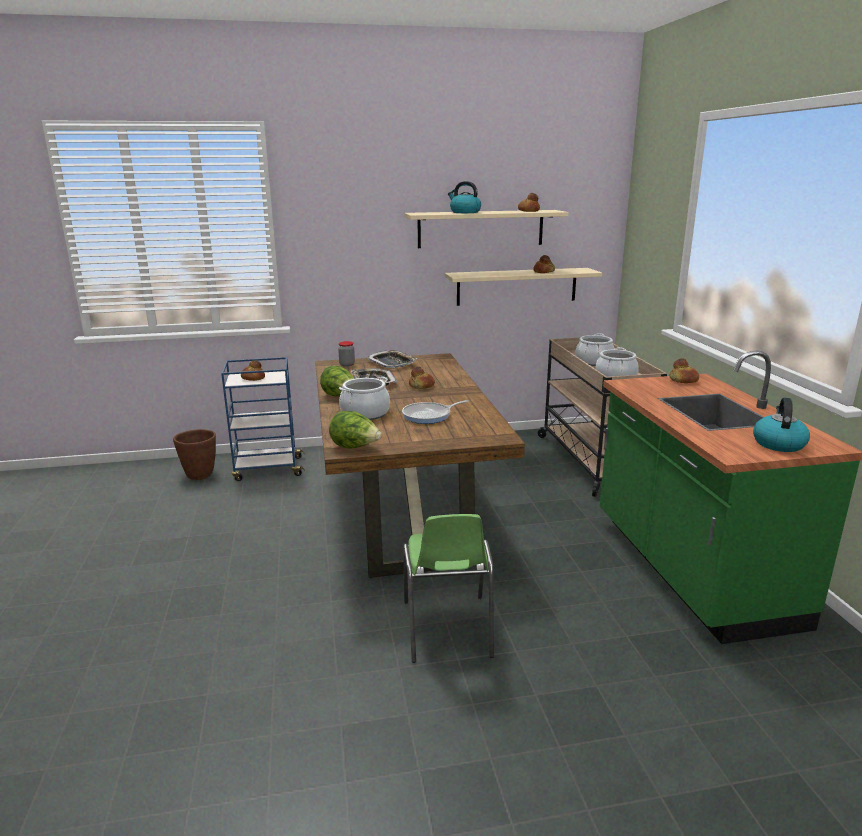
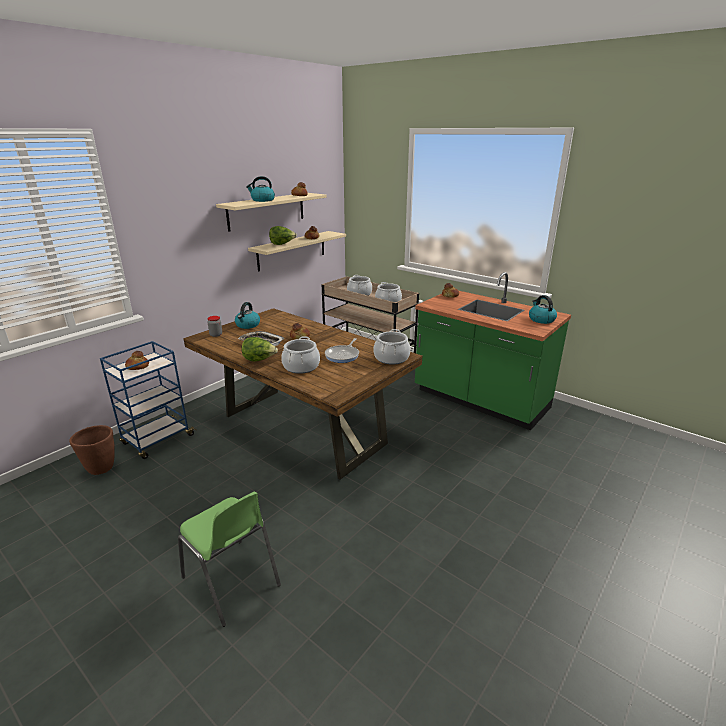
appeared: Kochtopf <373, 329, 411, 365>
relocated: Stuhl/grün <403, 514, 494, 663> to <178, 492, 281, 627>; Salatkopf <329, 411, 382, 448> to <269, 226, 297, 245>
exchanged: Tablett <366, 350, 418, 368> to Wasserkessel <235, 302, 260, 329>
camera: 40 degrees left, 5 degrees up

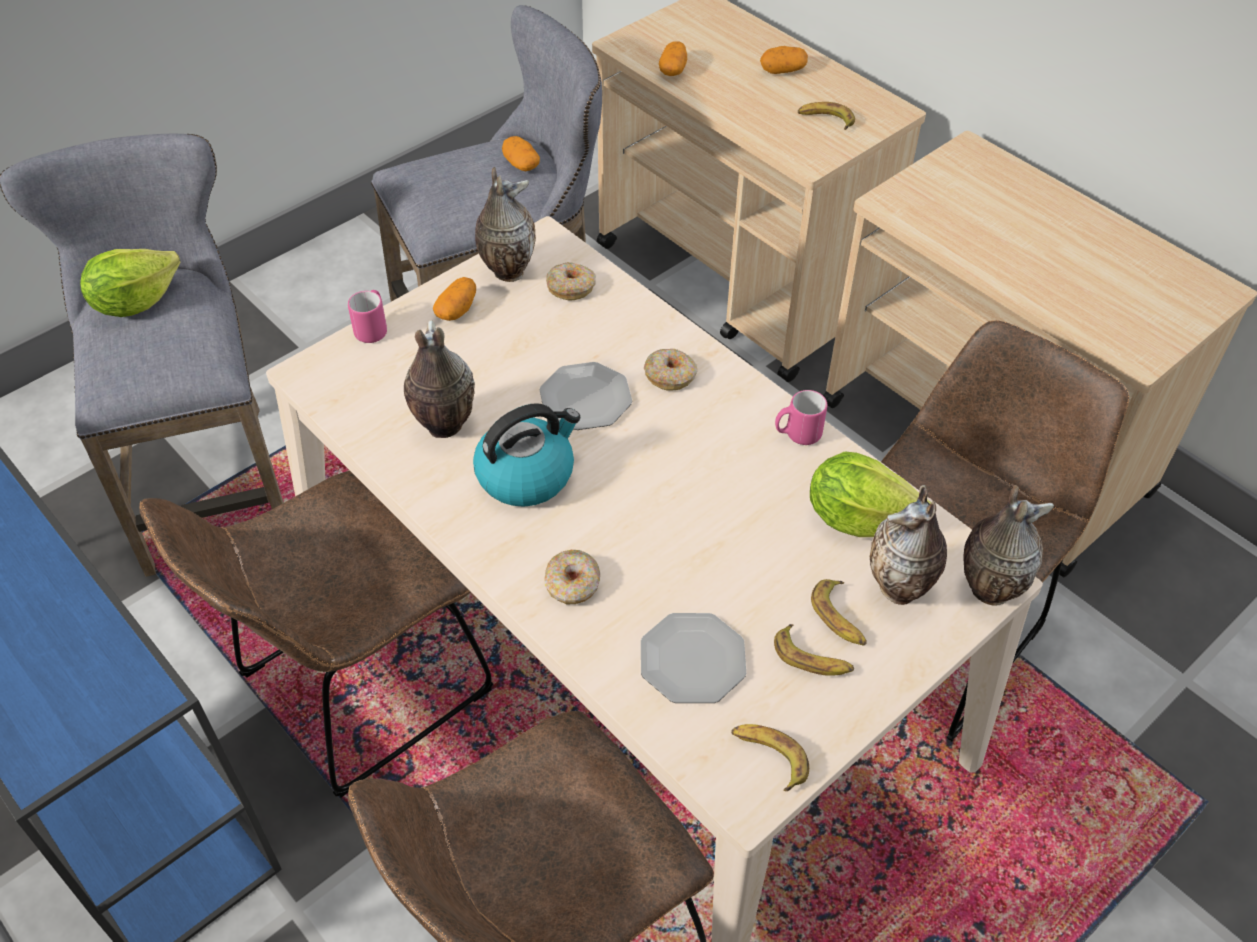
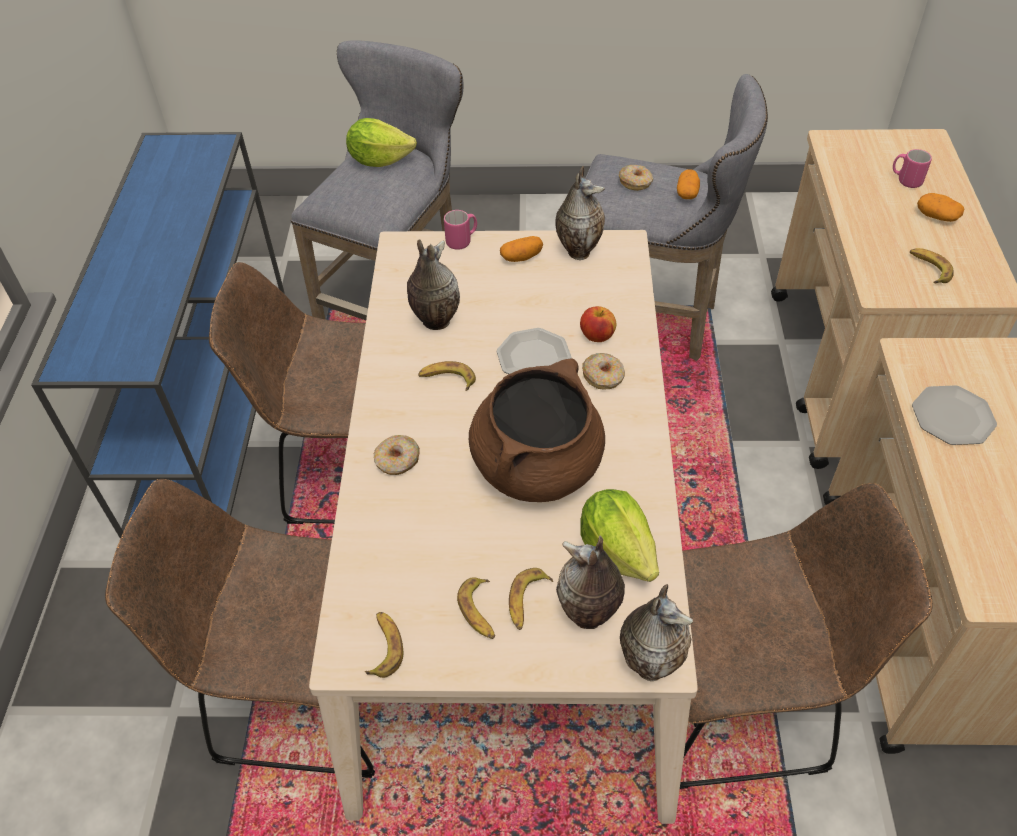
missing: Kartoffel <659, 42, 687, 76>
appeared: Kochtopf/braun <469, 358, 605, 502>; Apfel <580, 306, 616, 342>
relocated: Donut <546, 262, 596, 300> to <619, 165, 653, 191>; Henkelbecher/rosa <775, 390, 827, 445> to <893, 149, 932, 188>; Teller <641, 613, 746, 703> to <912, 385, 997, 445>
exchanged: Wasserkessel <473, 403, 580, 507> to Banane <418, 361, 476, 391>
camera: 45 degrees right, 0 degrees up

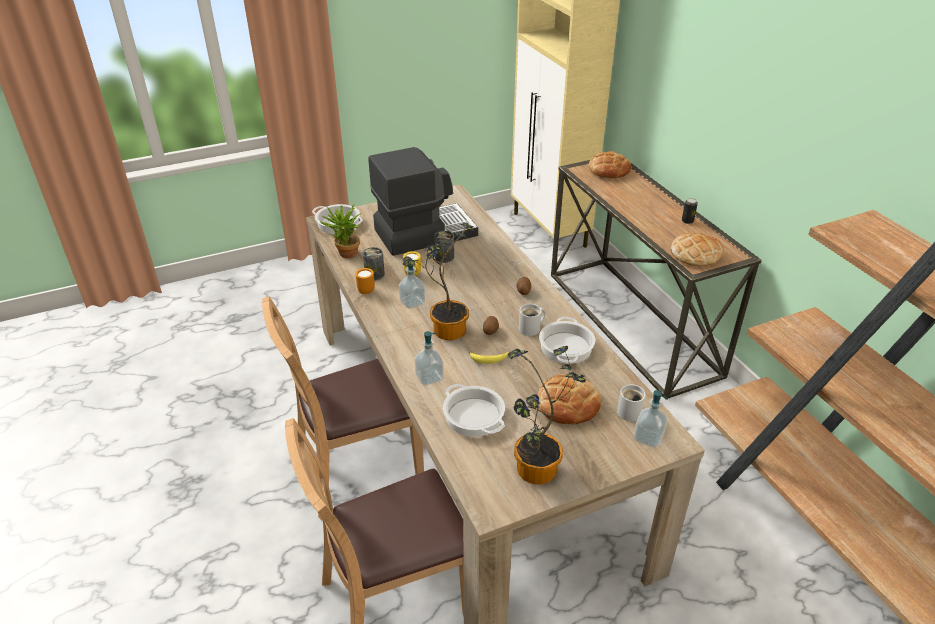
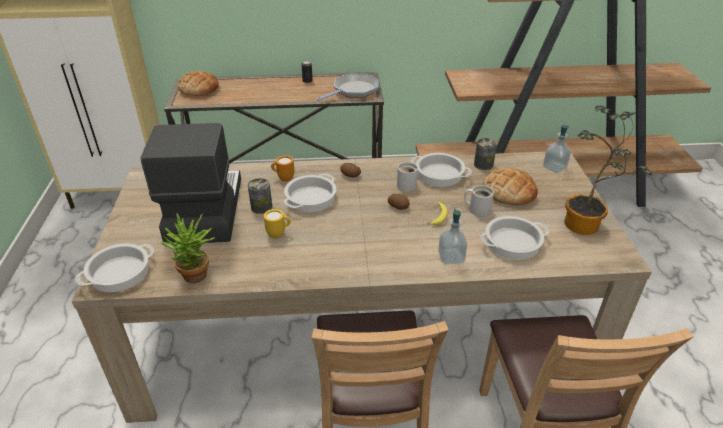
missing: Seifenspender <399, 259, 425, 309>; Topfpflanze <403, 223, 474, 340>
appeared: Kochtopf <284, 173, 336, 212>
relocated: Henkelbecher/orange <355, 268, 375, 294> to <271, 155, 294, 181>; Henkelbecher/weiß <617, 384, 646, 421> to <464, 185, 494, 217>; Dose <363, 247, 385, 281> to <474, 138, 497, 170>
exchanged: Brot <670, 233, 724, 266> to Pfanne <317, 74, 378, 101>
camera: 70 degrees left, 0 degrees up

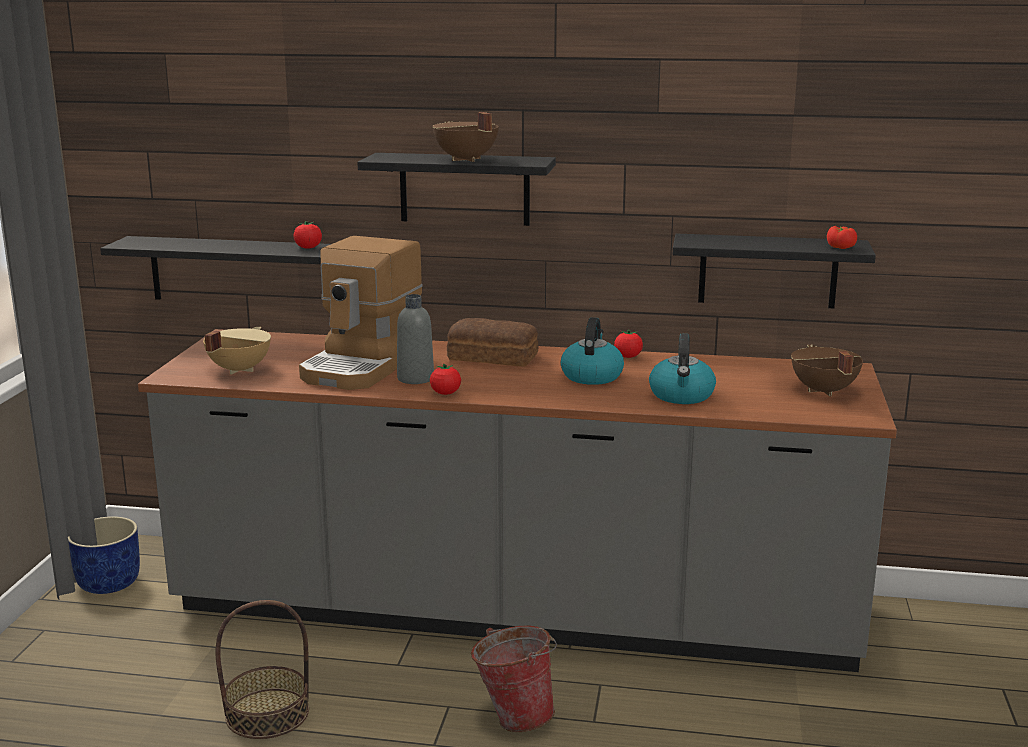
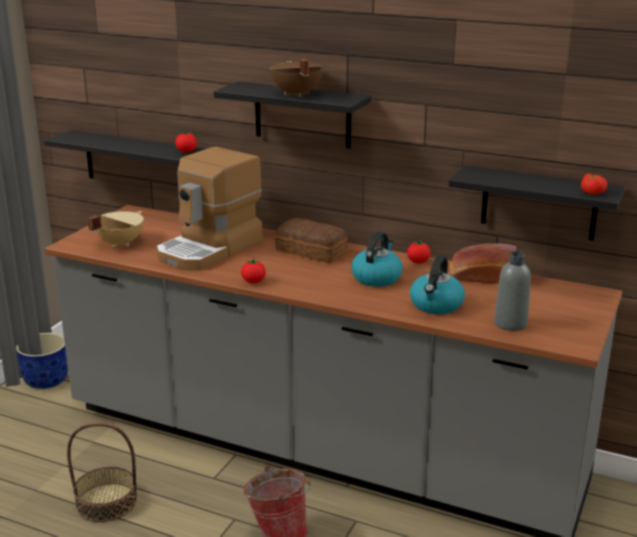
missing: Kochtopf/braun <791, 344, 863, 397>
appeared: Brot <450, 243, 517, 284>
relocated: Flasche/grau <397, 294, 434, 384> to <494, 251, 531, 331>
camera: 15 degrees right, 5 degrees up

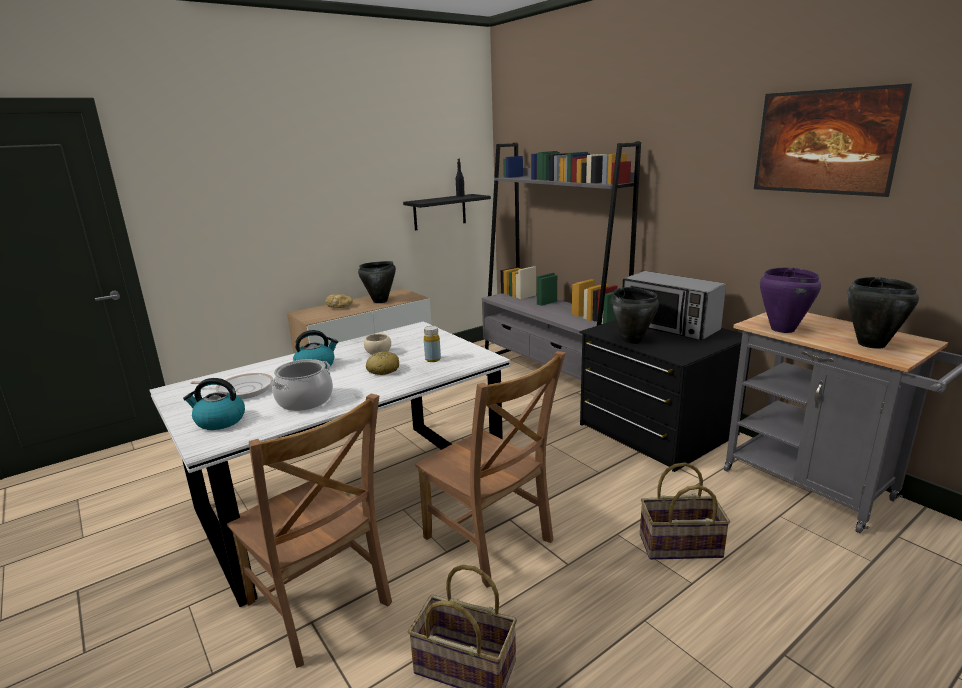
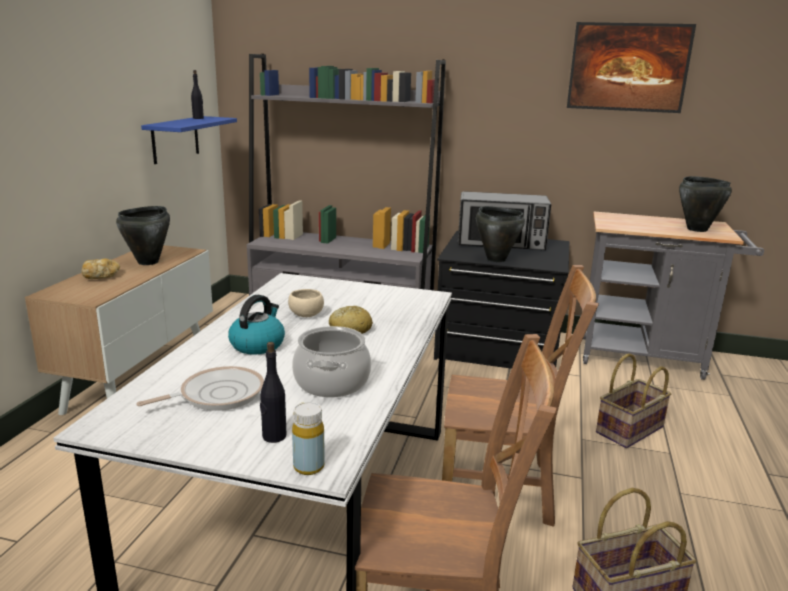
missing: Kochtopf/lila <760, 267, 821, 333>
relocated: Flasche/gelb <424, 326, 441, 362> to <292, 402, 325, 475>
exchanged: Wasserkessel <183, 378, 245, 430> to Flasche/schwarz <260, 342, 286, 443>
colour: Wandregal/schwarz <403, 194, 491, 231> to Wandregal/blau <141, 116, 237, 164>
camera: 40 degrees left, 0 degrees up

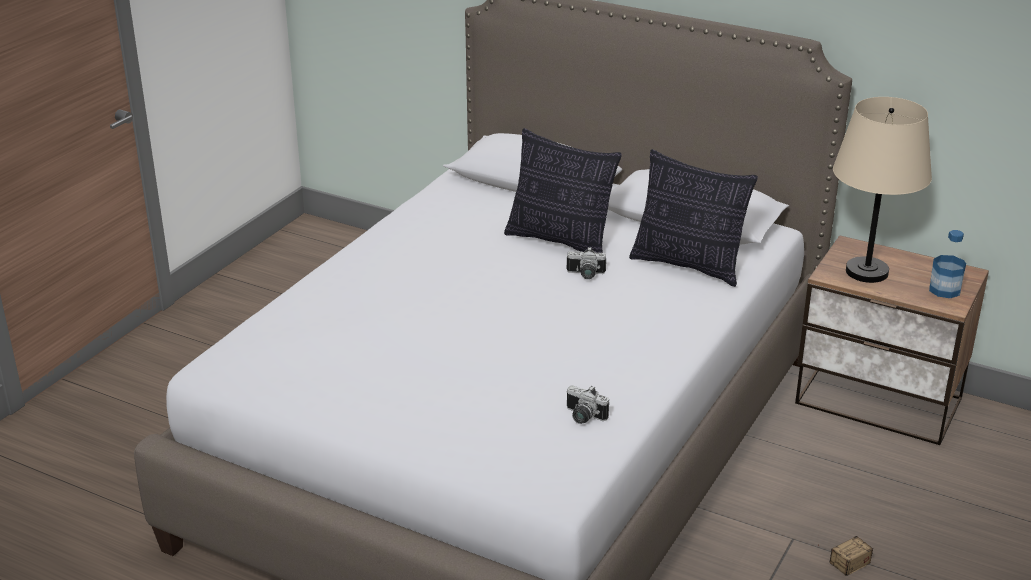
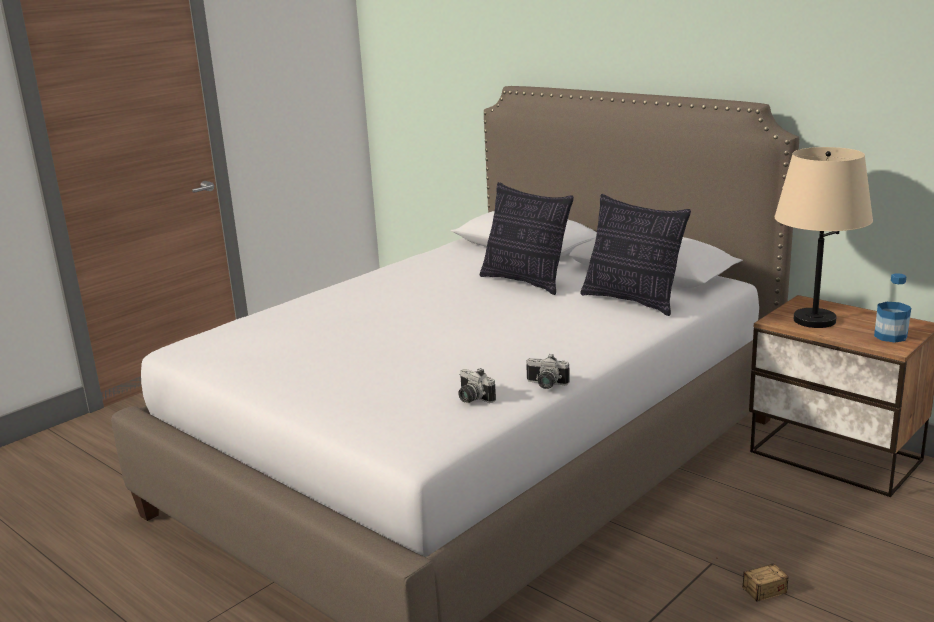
relocated: Kamera <567, 247, 606, 279> to <526, 354, 570, 389>
camera: 15 degrees right, 10 degrees down

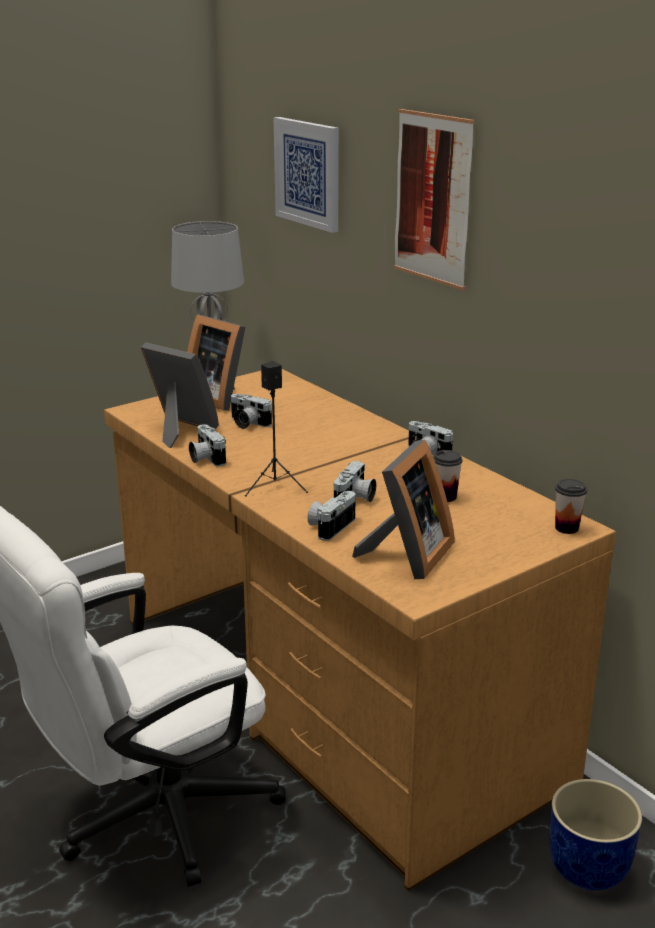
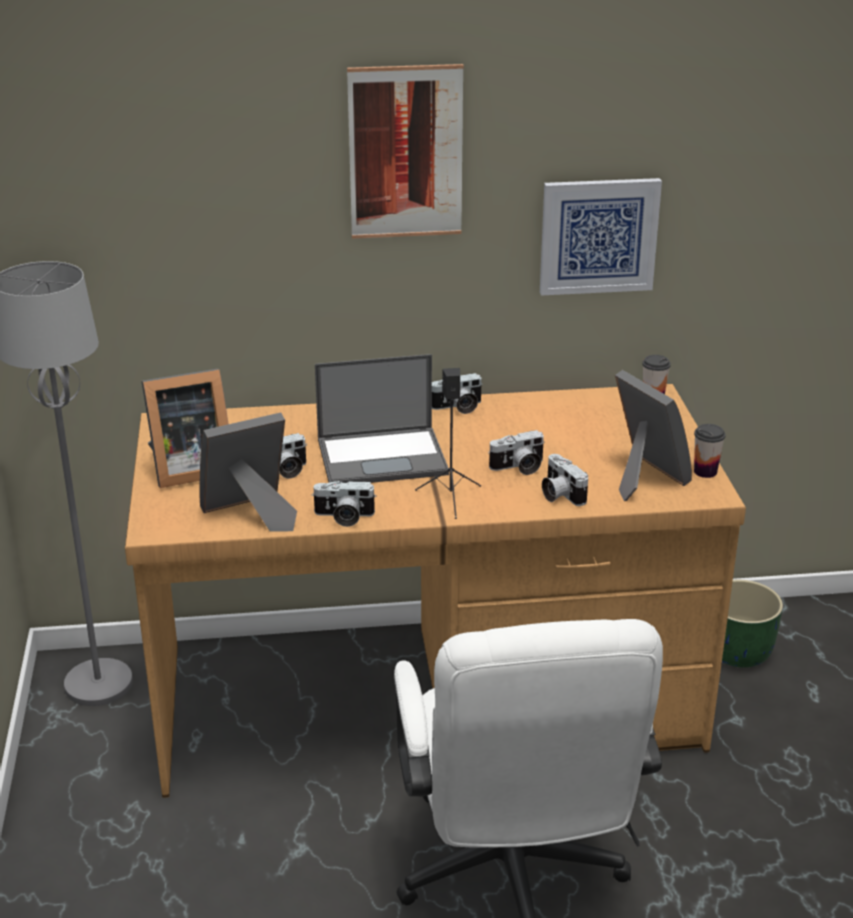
appeared: Laptop <315, 354, 449, 483>
relocated: Bild <274, 117, 339, 233> to <540, 178, 662, 295>; Tasse <433, 450, 462, 502> to <694, 424, 726, 478>
colour: Pflanzkübel/blau <549, 779, 642, 890> to Pflanzkübel/grün <722, 580, 783, 668>
spun: Kamera <334, 461, 376, 502> = <488, 430, 544, 475> 105 degrees clockwise
camera: 60 degrees left, 5 degrees up

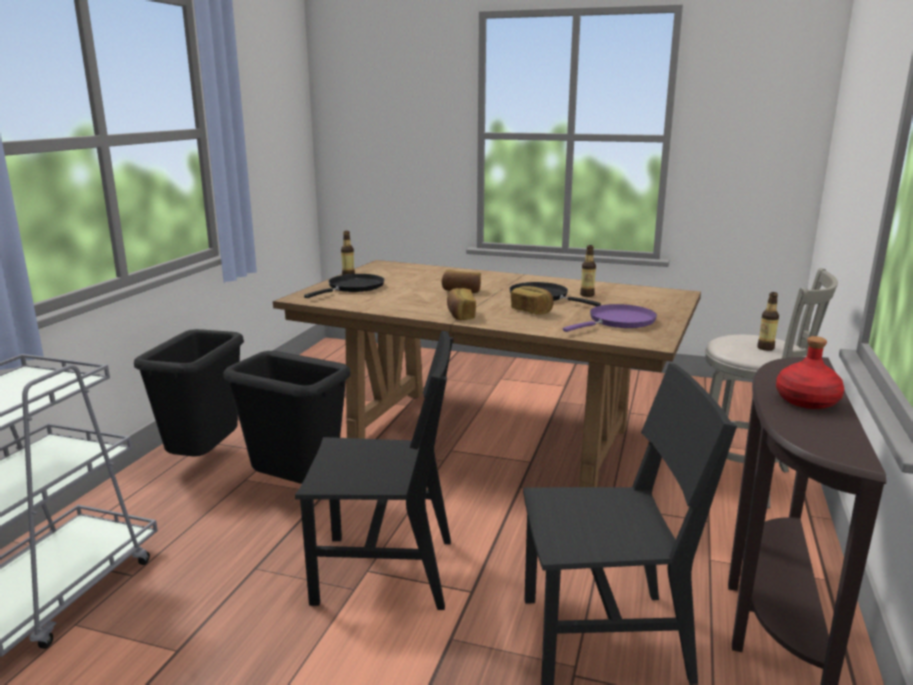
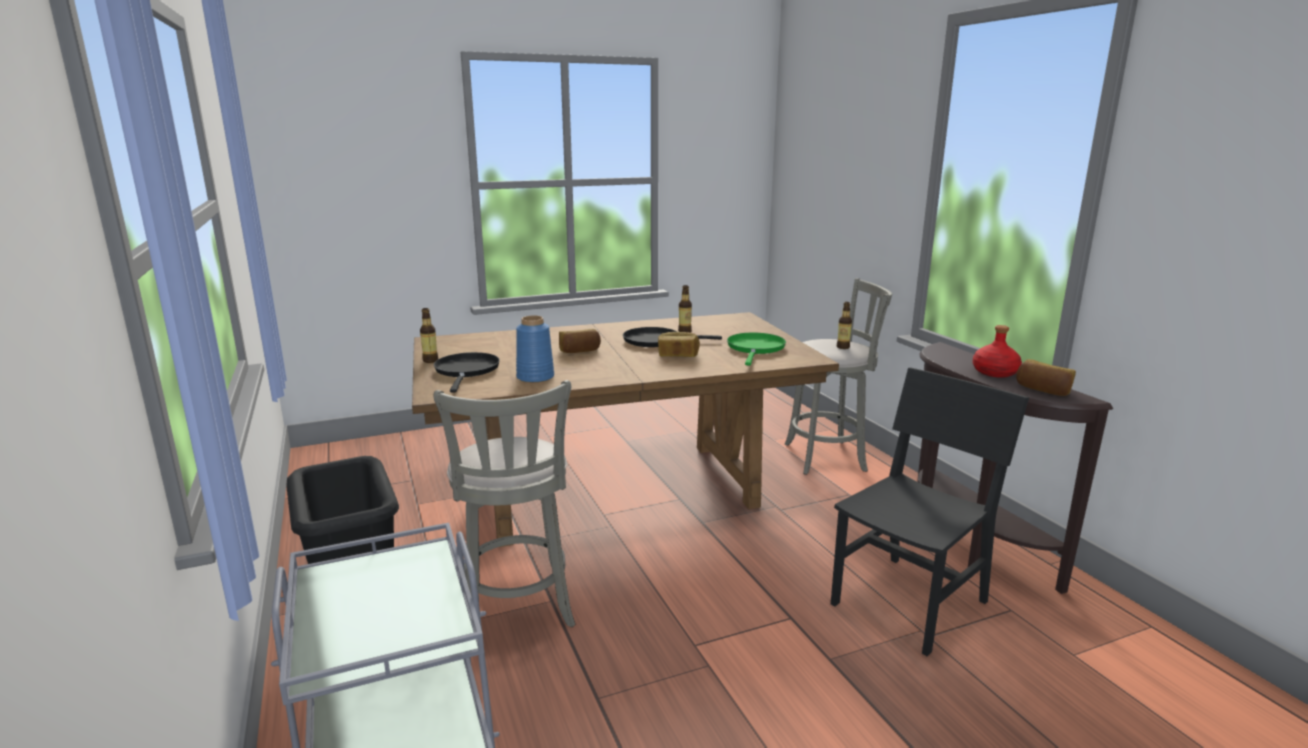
missing: Stuhl/schwarz <295, 331, 453, 610>
appeared: Vase/blau <516, 316, 554, 383>
relocated: Brot <447, 288, 476, 320> to <1016, 359, 1076, 396>
exchanged: Mülleimer/schwarz <223, 351, 350, 484> to Hocker/grau <434, 380, 575, 627>
colour: Pfanne/lila <563, 304, 657, 332> to Pfanne/grün <727, 333, 786, 366>
camera: 40 degrees left, 0 degrees up

